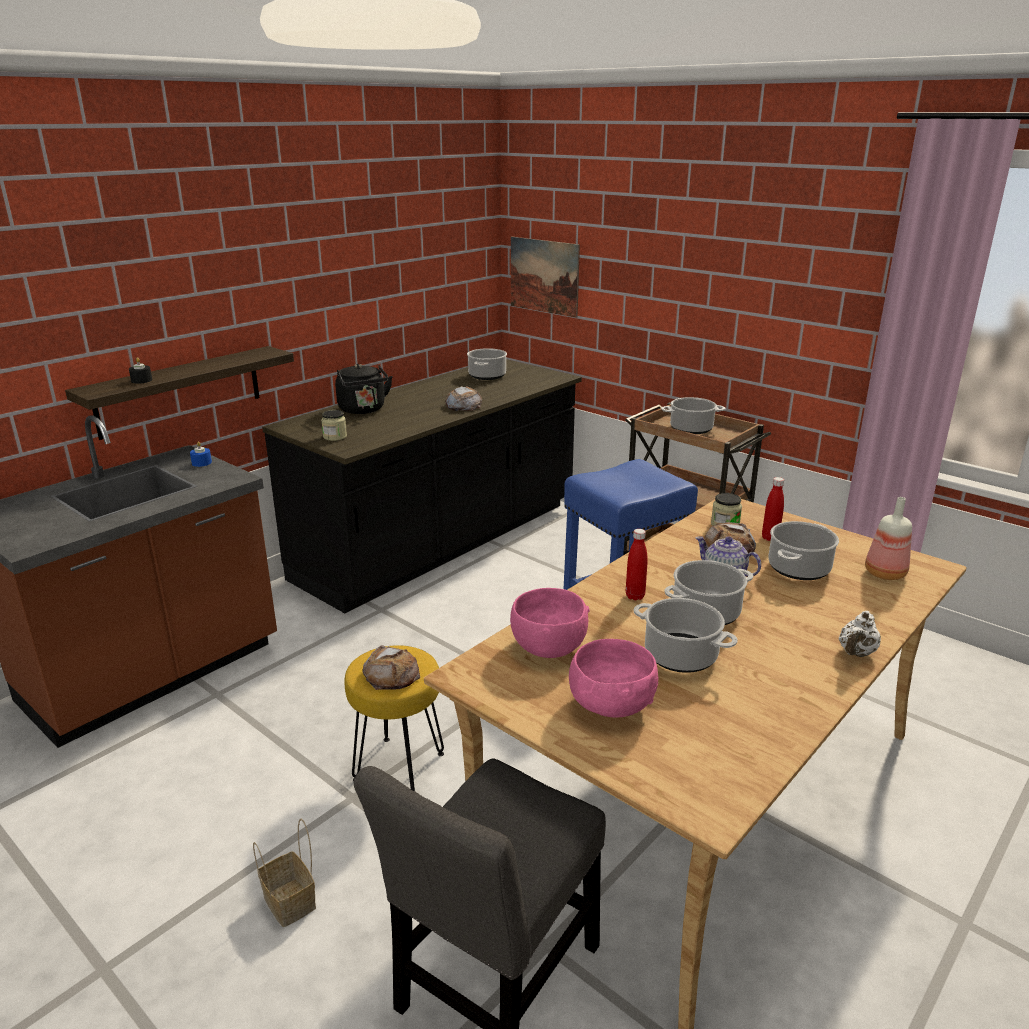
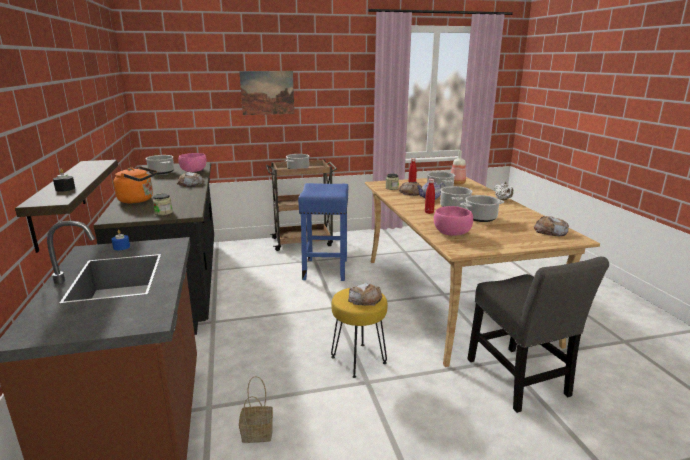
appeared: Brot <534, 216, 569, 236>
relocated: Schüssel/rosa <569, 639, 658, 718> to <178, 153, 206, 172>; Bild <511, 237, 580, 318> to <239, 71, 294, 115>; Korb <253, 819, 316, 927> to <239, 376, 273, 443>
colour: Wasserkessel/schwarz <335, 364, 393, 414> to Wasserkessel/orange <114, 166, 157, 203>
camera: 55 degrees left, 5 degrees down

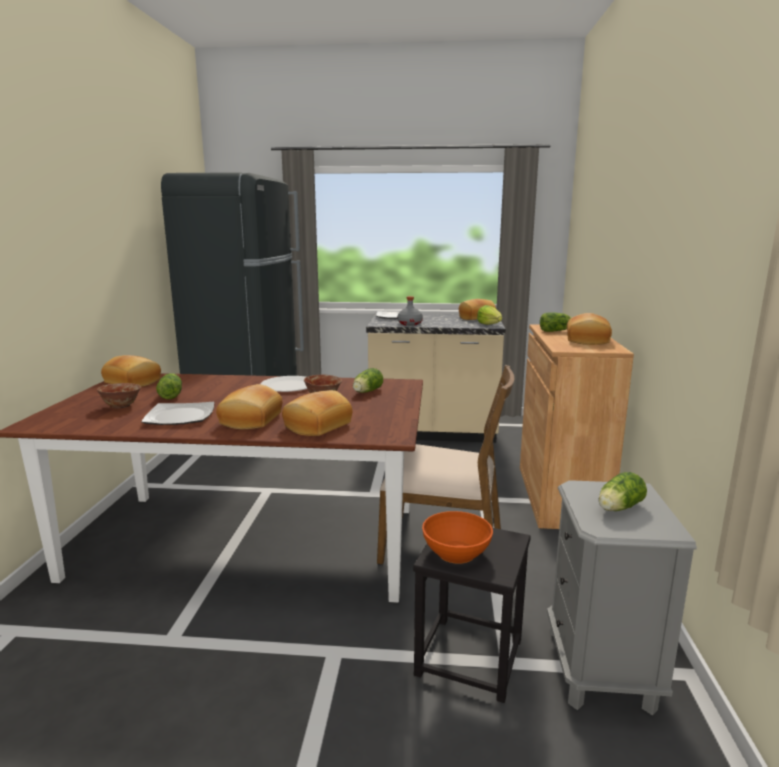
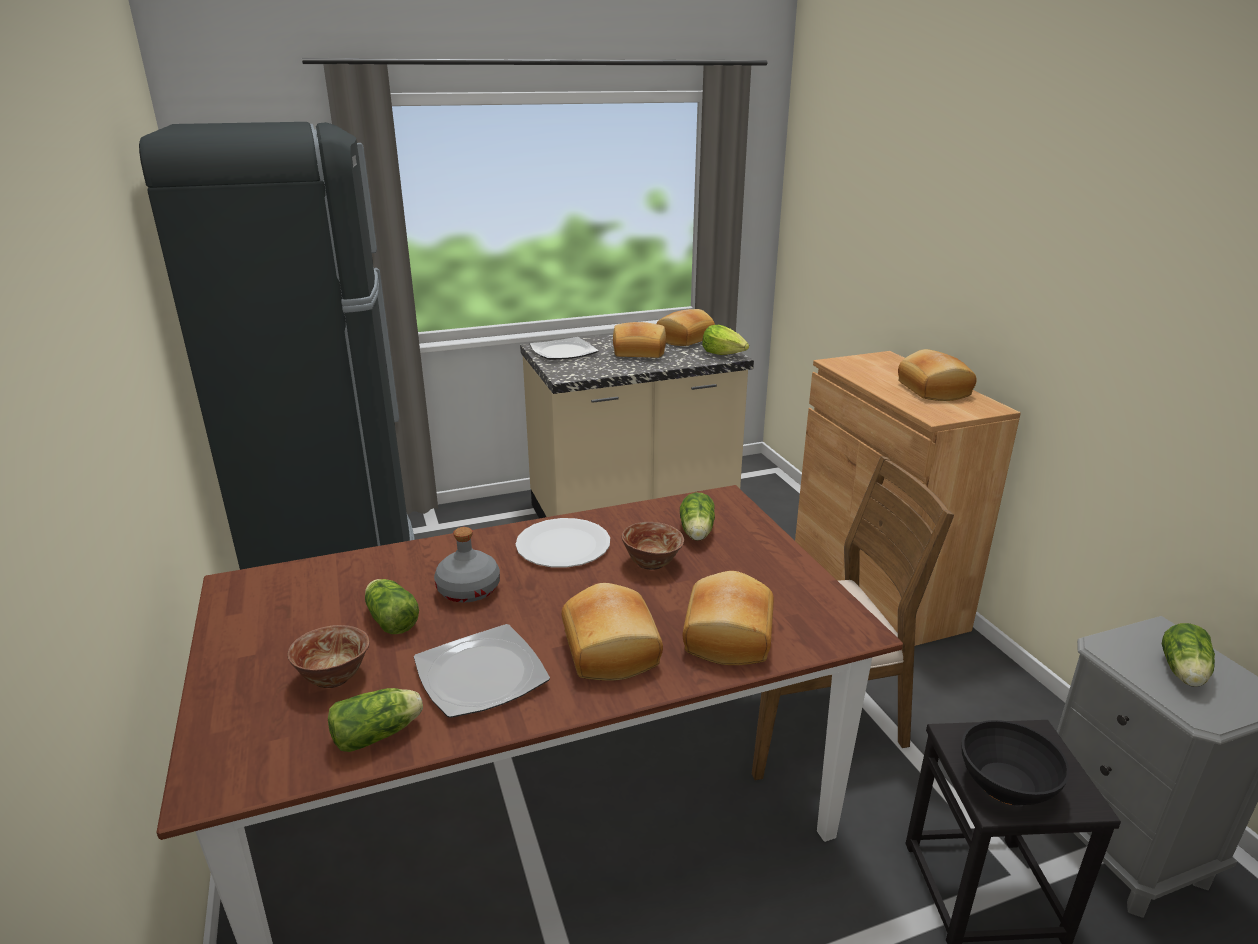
relocated: Salatkopf <540, 312, 572, 332> to <328, 688, 423, 752>; Flasche/grau <397, 296, 423, 326> to <434, 527, 500, 603>; Brot <101, 355, 161, 387> to <613, 322, 666, 358>
colour: Schüssel/orange <422, 511, 493, 564> to Schüssel/schwarz <961, 720, 1070, 805>
camera: 25 degrees left, 10 degrees up

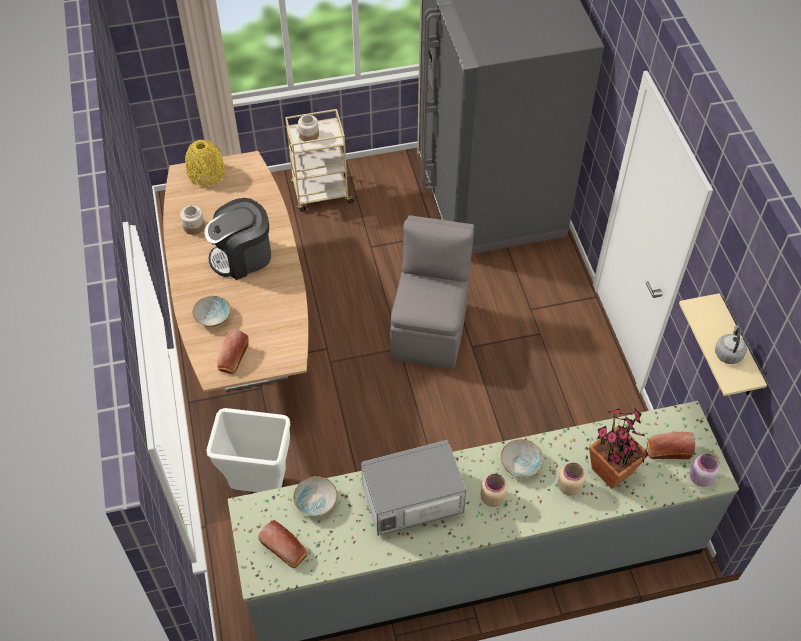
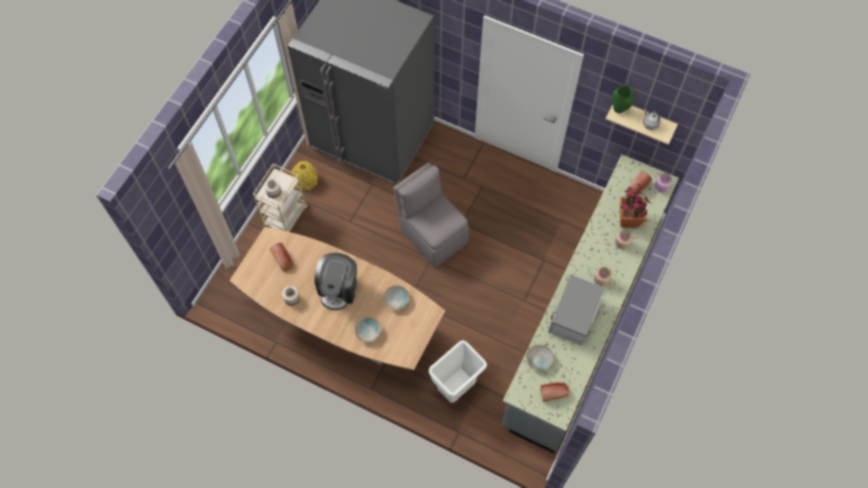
appeared: Vase/grün <612, 85, 634, 113>
relocated: Brot <217, 329, 249, 374> to <270, 243, 294, 272>; Vase/gelb <185, 140, 225, 187> to <291, 161, 318, 190>; Schüssel <501, 439, 544, 477> to <384, 285, 410, 310>
camera: 50 degrees left, 10 degrees up

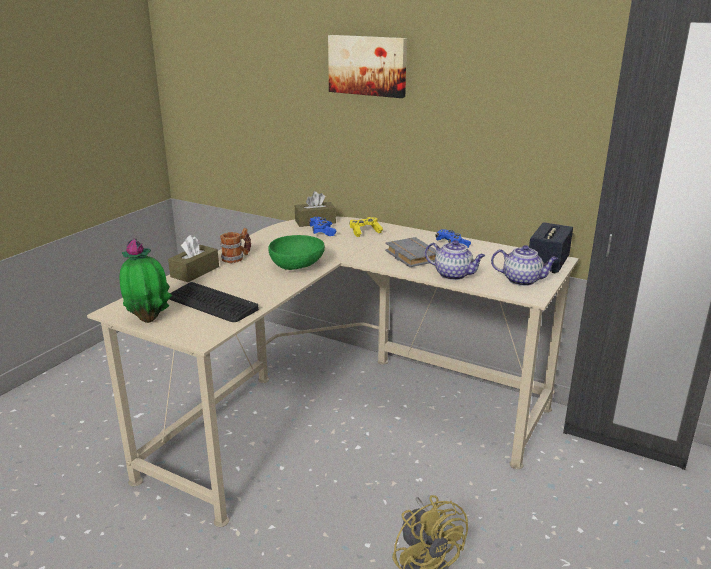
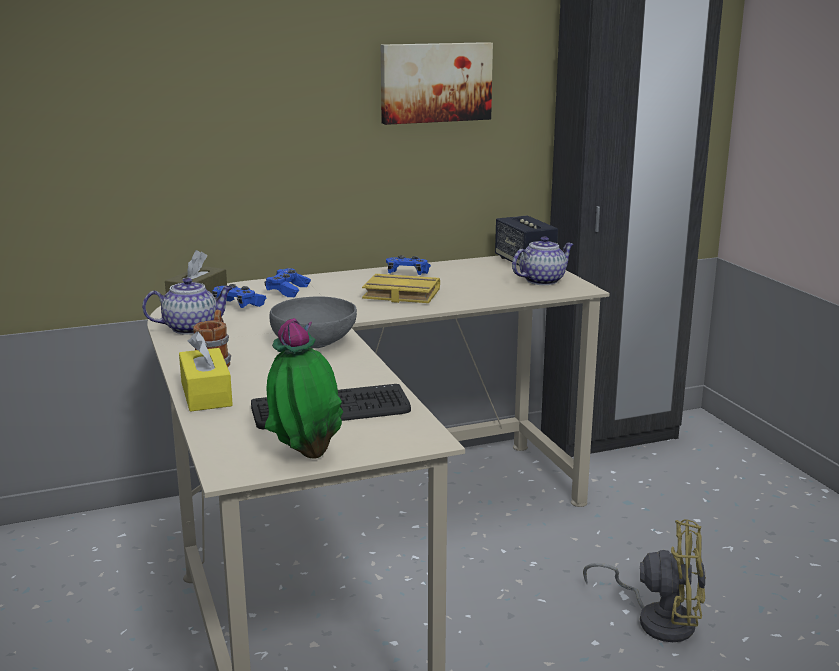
relocated: Teekanne <425, 240, 485, 280> to <142, 277, 233, 335>; Bild <328, 35, 407, 98> to <381, 42, 493, 125>
colour: Taschentuchbox/braun <168, 235, 219, 282> to Taschentuchbox/gelb <179, 331, 233, 412>; Gamepad/gelb <349, 217, 383, 237> to Gamepad/blau <264, 268, 311, 297>; Schüssel/grün <268, 235, 325, 270> to Schüssel/grau <269, 296, 357, 348>; Buch/grau <385, 237, 437, 267> to Buch/gelb <362, 274, 440, 303>
camera: 50 degrees left, 5 degrees down

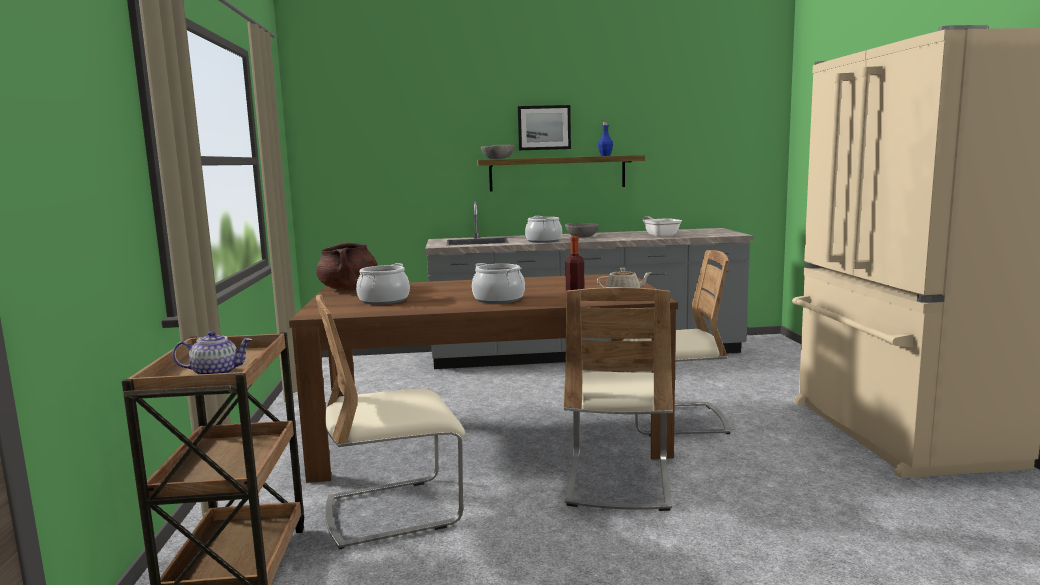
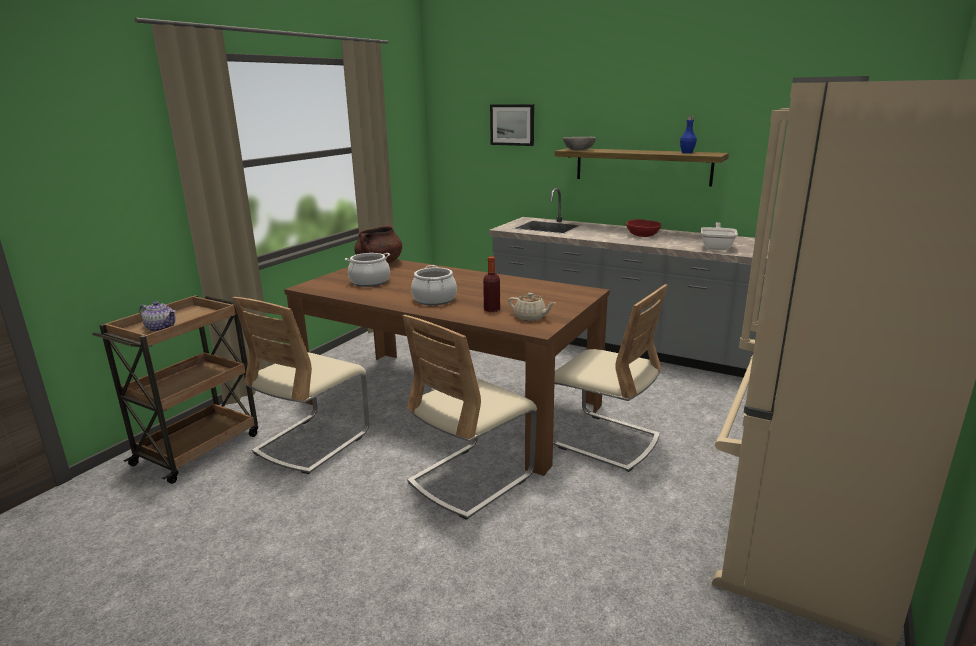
missing: Kochtopf <525, 216, 562, 243>
relocated: Bild <518, 105, 571, 150> to <490, 104, 534, 146>
colour: Schüssel/grau <565, 223, 599, 237> to Schüssel/rot <626, 219, 661, 237>
spun: Stuhl/beige <316, 295, 465, 550> = <232, 297, 369, 474> 75 degrees counterclockwise
camera: 35 degrees right, 10 degrees up

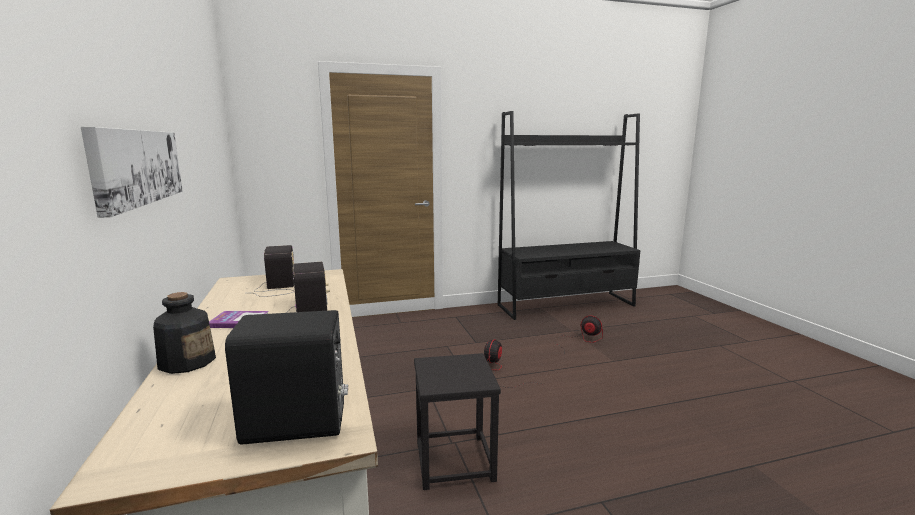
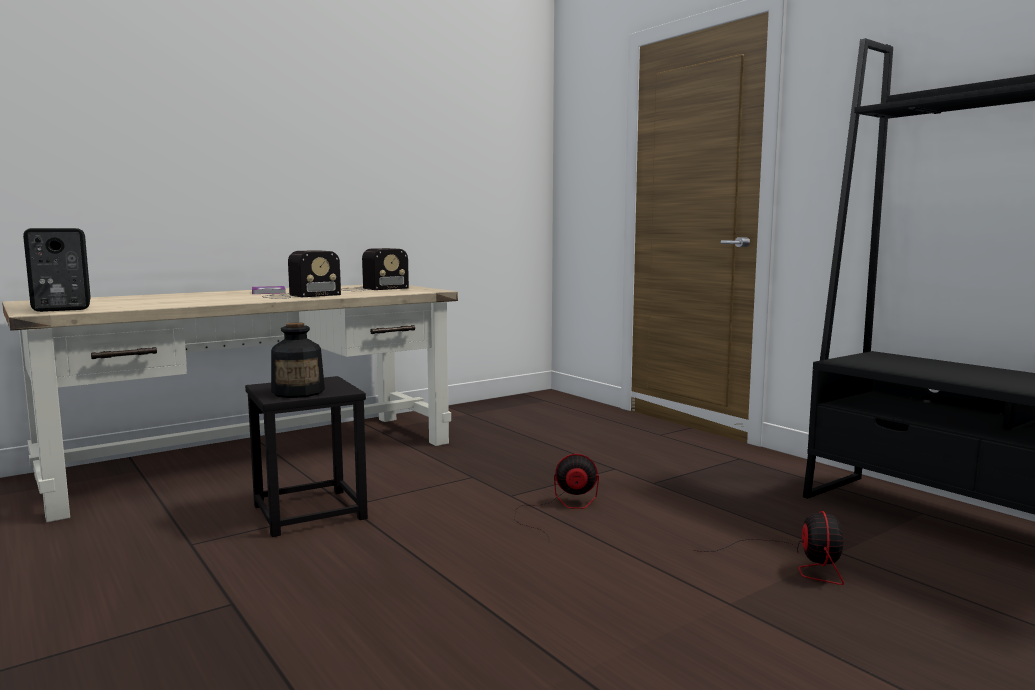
missing: Bild <81, 127, 183, 218>
relocated: Flasche <153, 292, 216, 374> to <271, 322, 325, 398>
camera: 70 degrees right, 5 degrees down

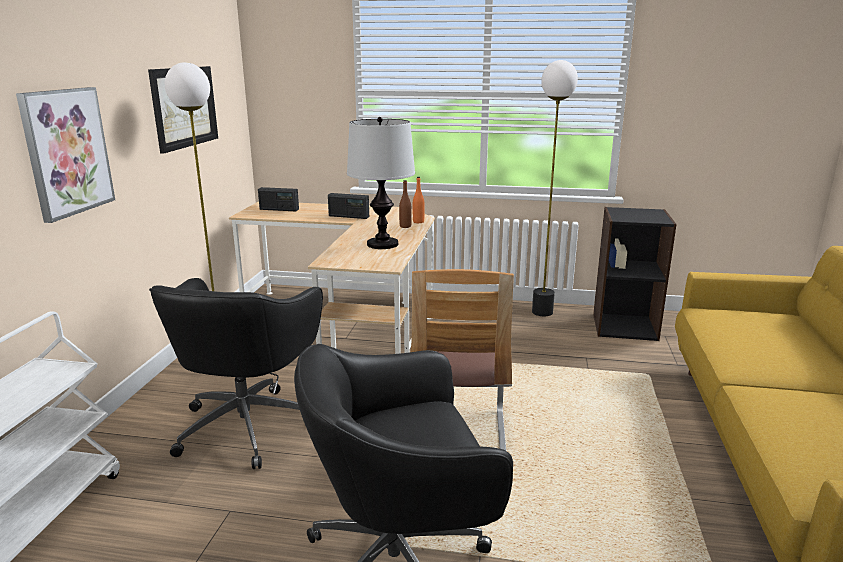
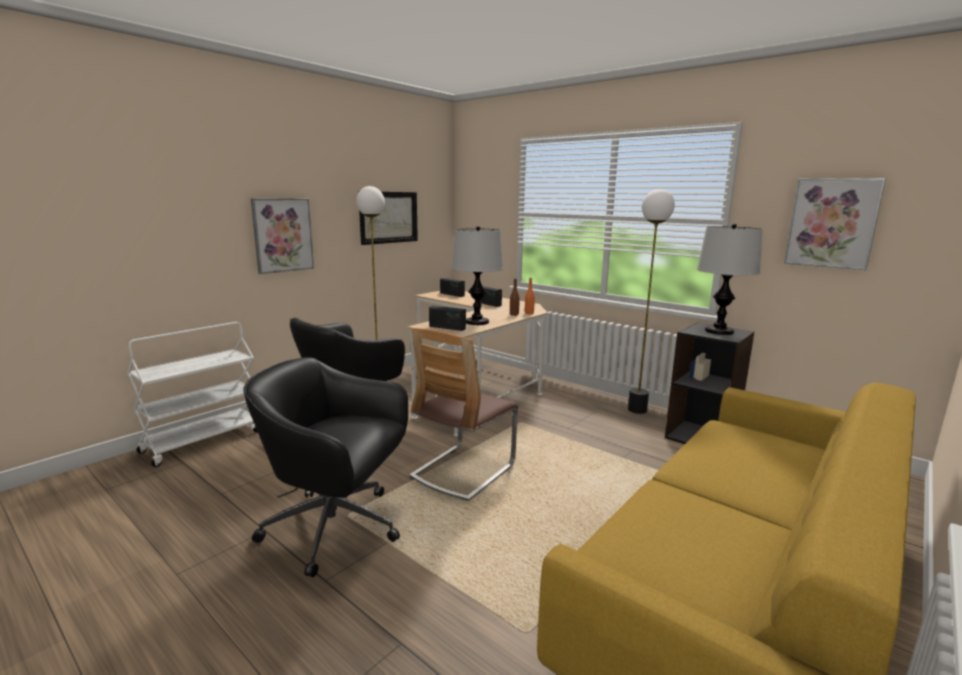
appeared: Radio <429, 306, 466, 331>; Tischlampe <697, 224, 763, 335>; Bild <784, 178, 886, 270>
camera: 30 degrees right, 5 degrees down

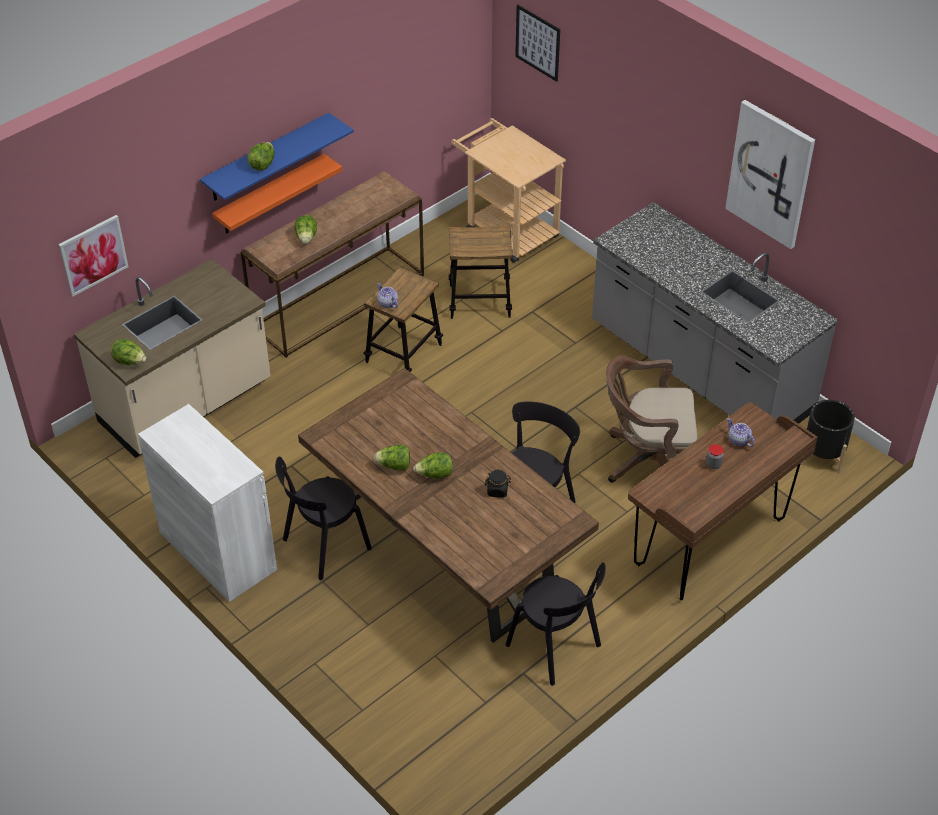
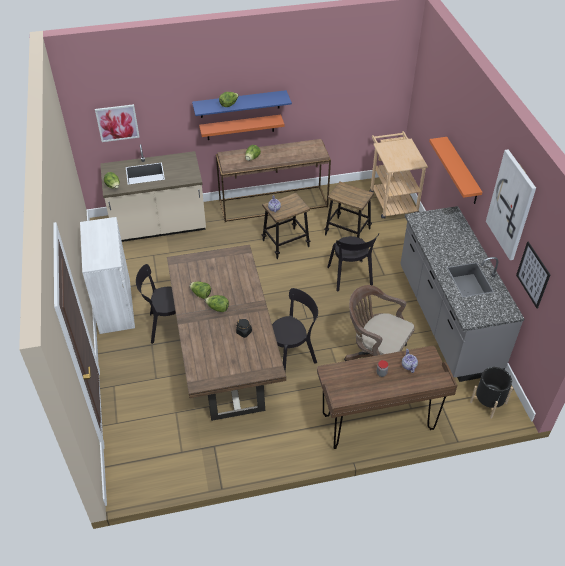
appeared: Wandregal/orange <429, 137, 482, 204>
relocated: Stuhl/schwarz <506, 562, 606, 686> to <327, 234, 379, 292>; Bild <515, 5, 560, 82> to <516, 241, 550, 308>
camera: 30 degrees right, 0 degrees up

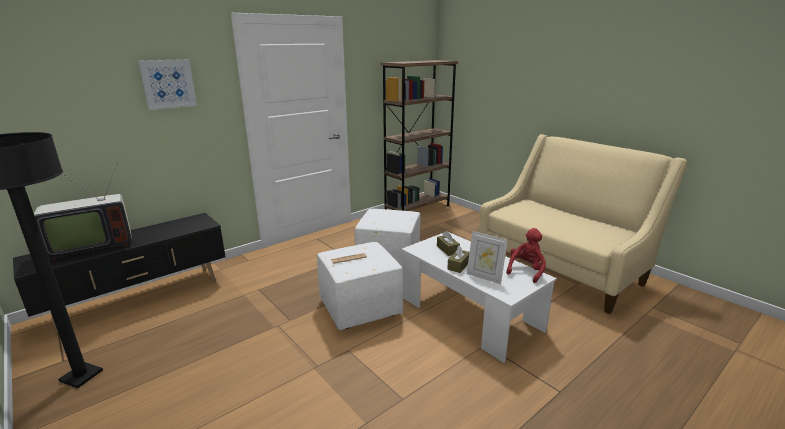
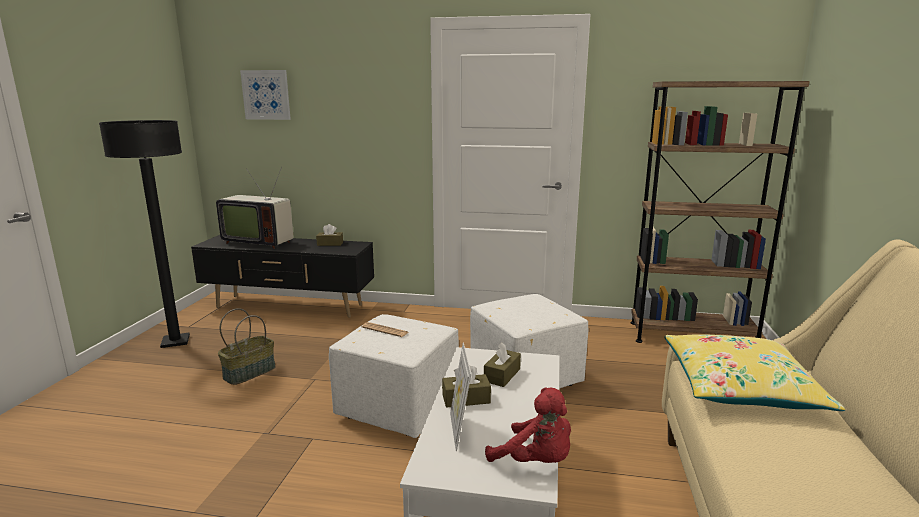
appeared: Korb <218, 308, 276, 385>; Taschentuchbox/braun <316, 224, 343, 246>; Kissen/gelb <664, 334, 845, 411>
relocated: Bild <138, 59, 197, 110> to <240, 70, 291, 120>
spun: Plüschtier/rot <506, 228, 546, 283> = <485, 387, 571, 463> 45 degrees clockwise
camera: 50 degrees right, 5 degrees down

